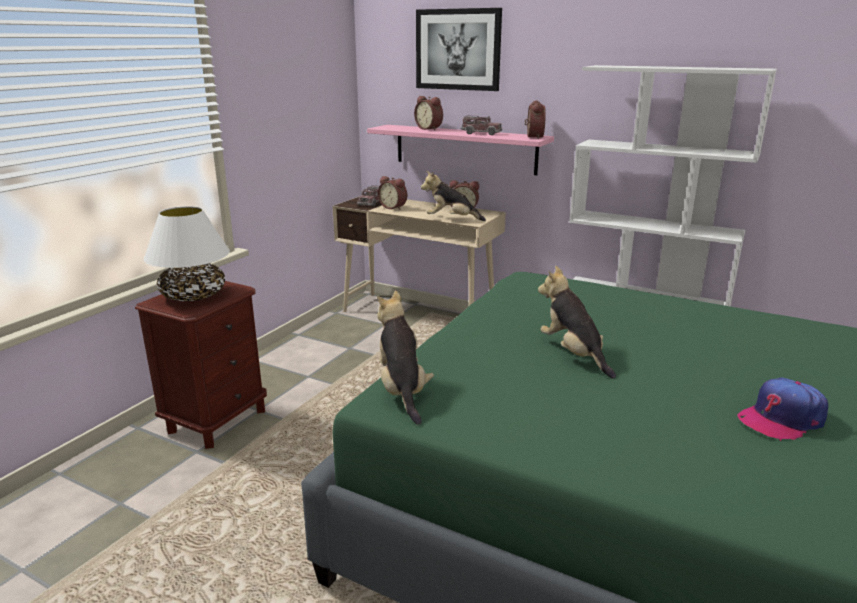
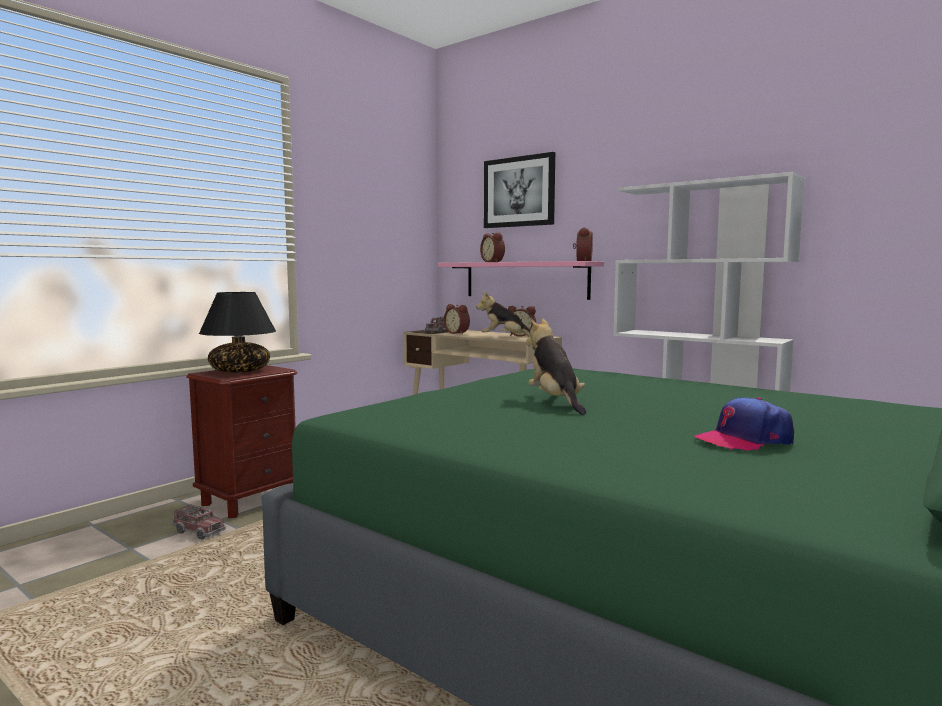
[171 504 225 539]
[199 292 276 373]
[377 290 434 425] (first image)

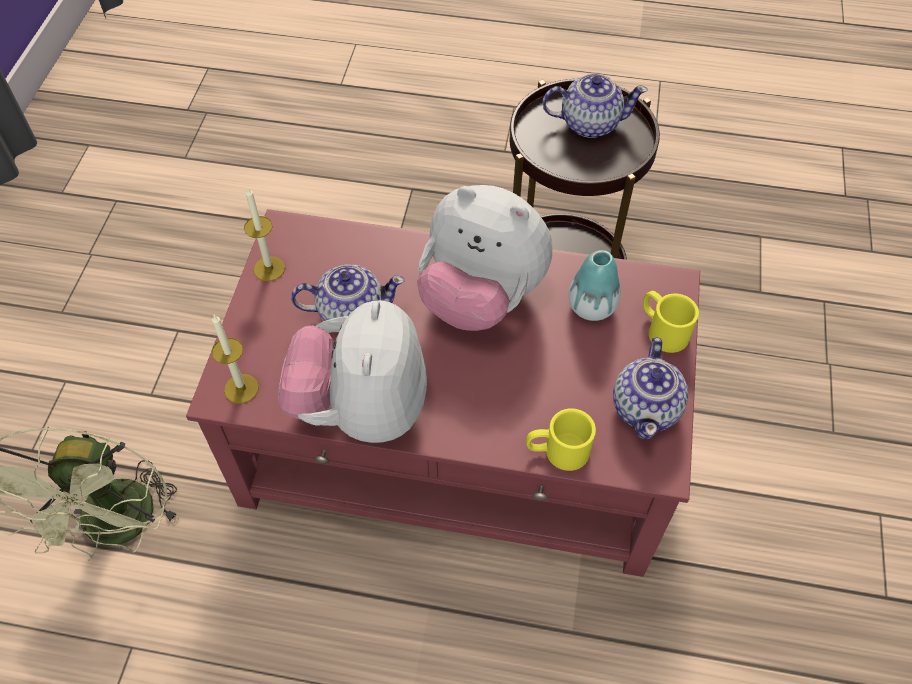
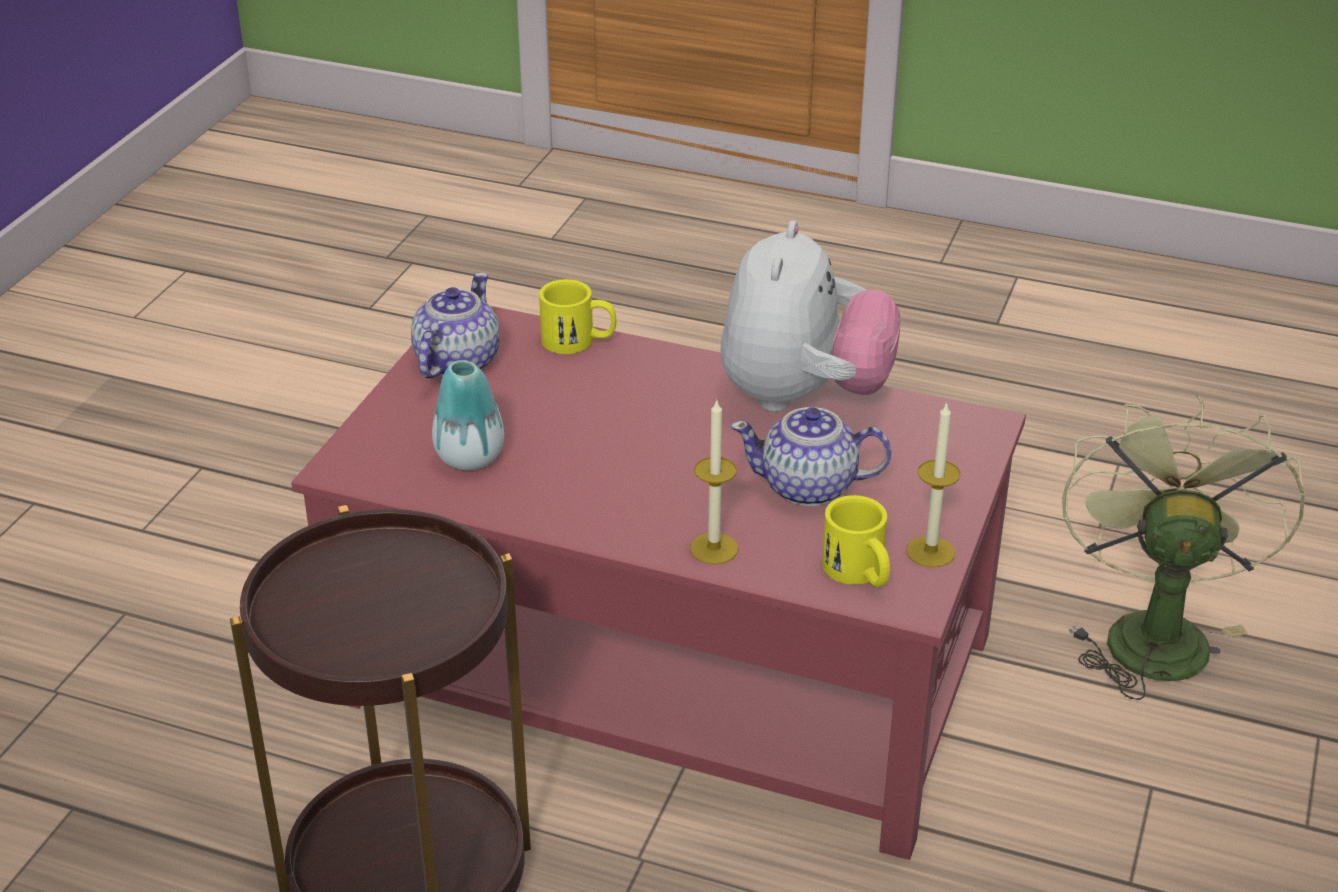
[690 399 738 564]
[822 495 890 587]
[417 185 552 331] (first image)
[542 73 648 138] (first image)

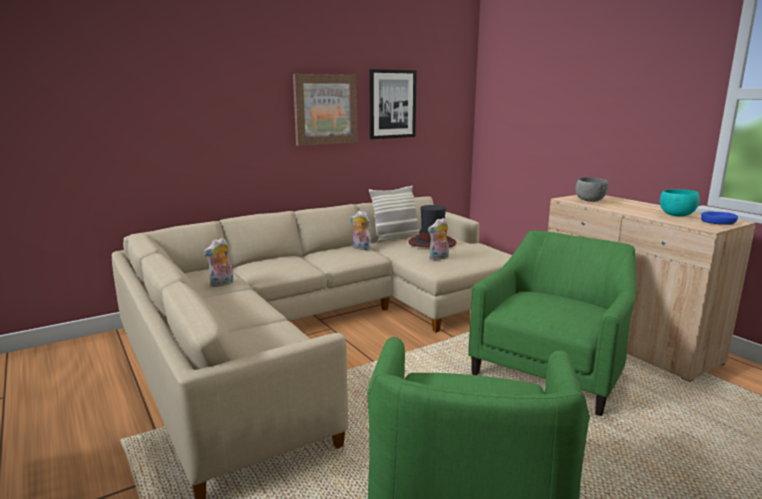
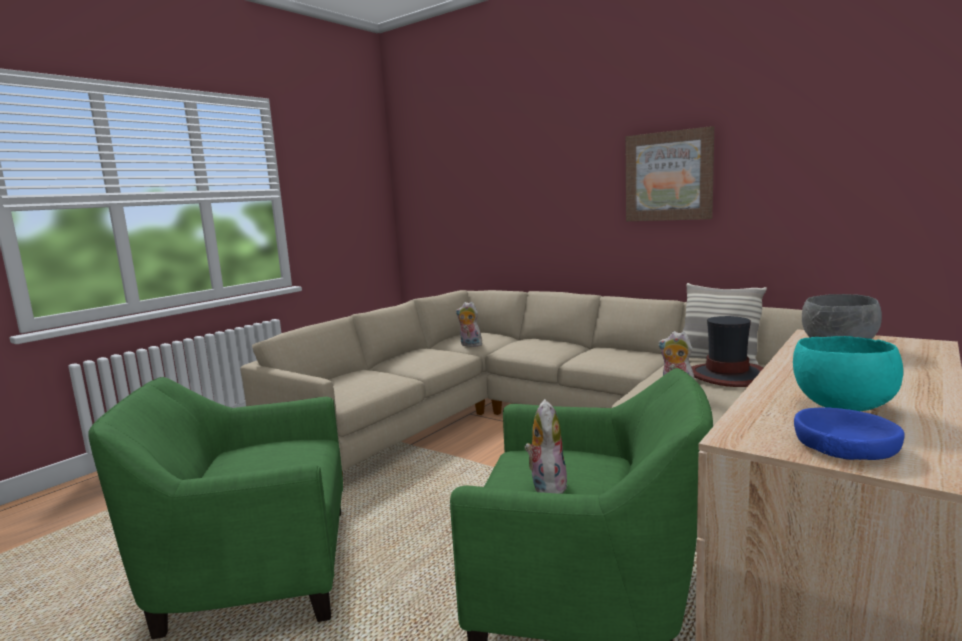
[525 399 568 494]
[369 69 417 139] (first image)

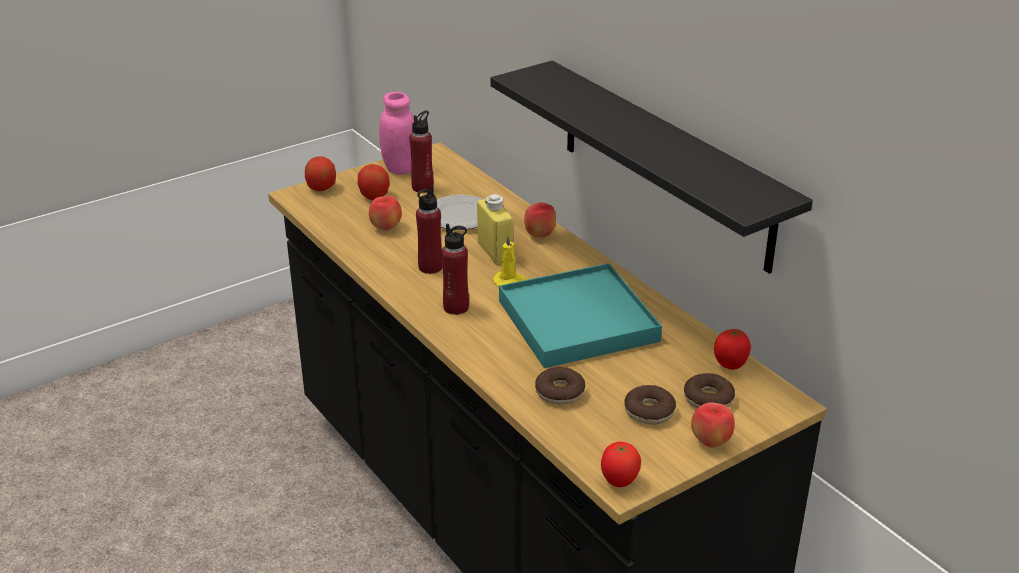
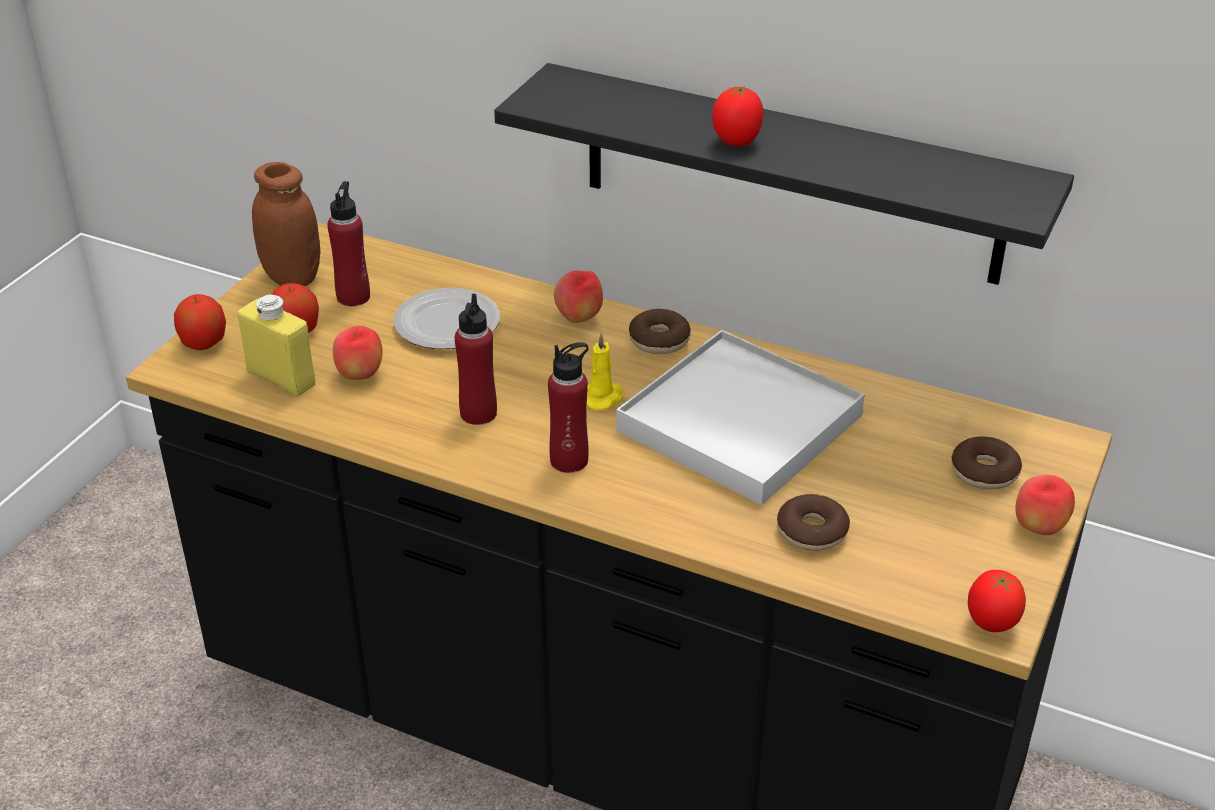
[237 294 315 396]
[252 162 320 286]
[616 330 865 505]
[629 309 691 354]
[712 85 764 146]

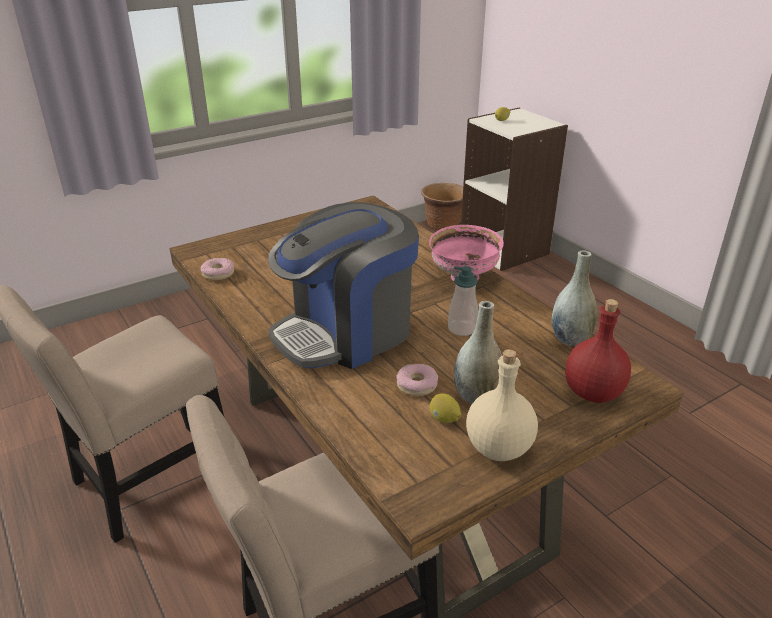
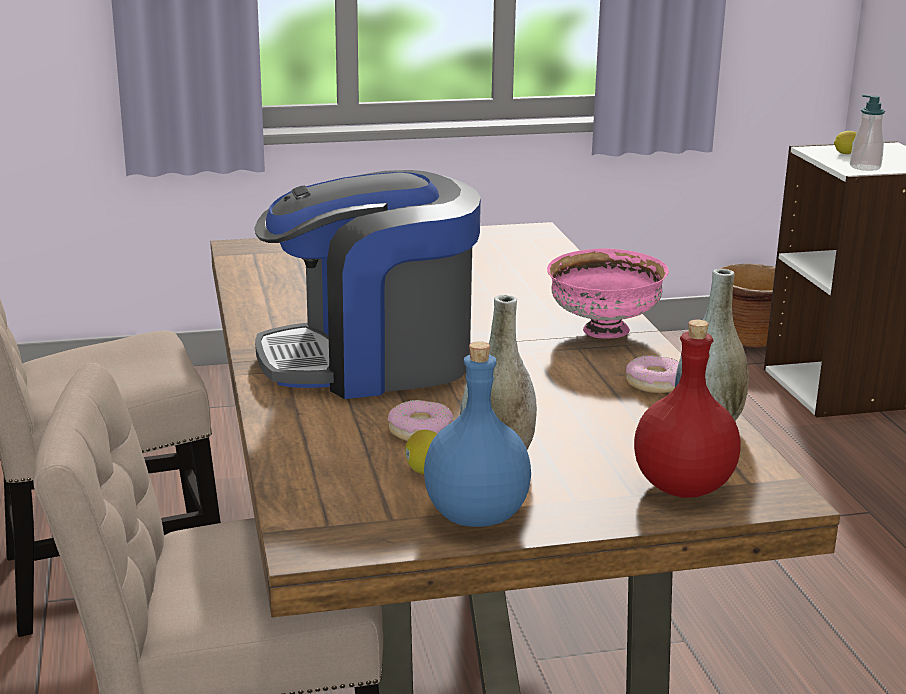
[424 341 531 527]
[626 355 679 393]
[850 95 885 171]

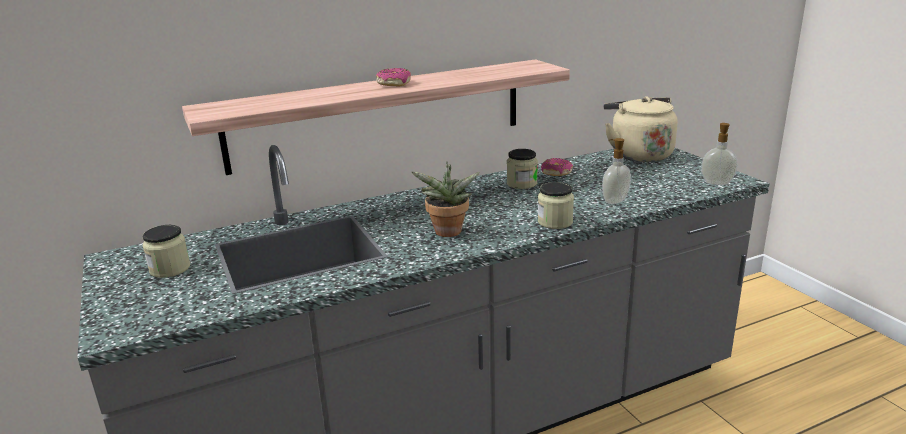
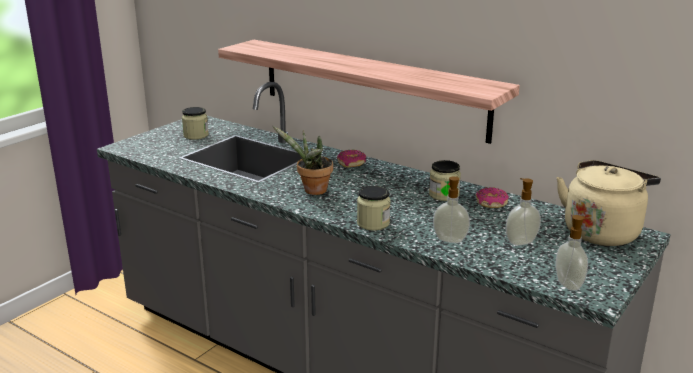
[337 150 366 168]
[506 178 541 246]

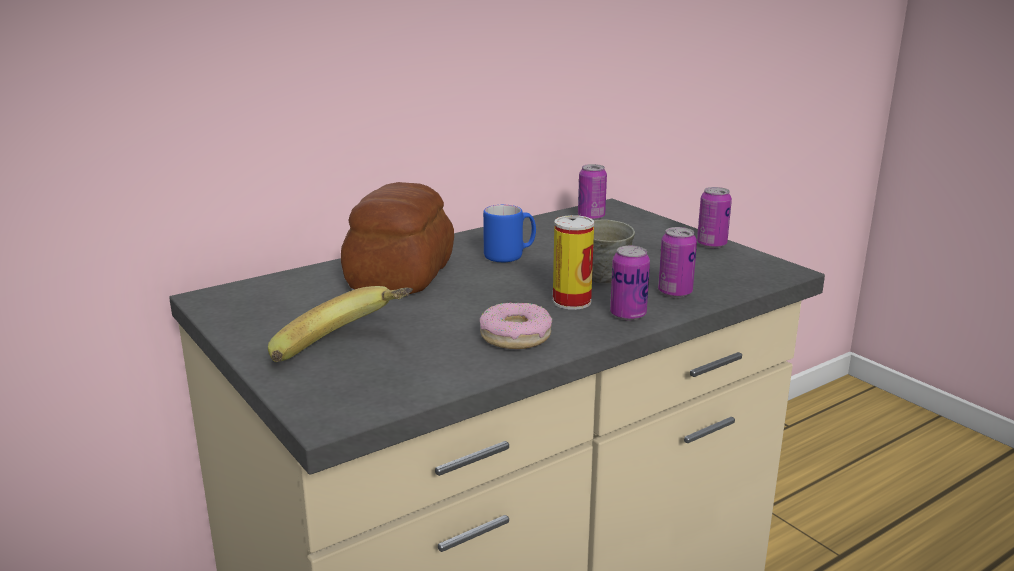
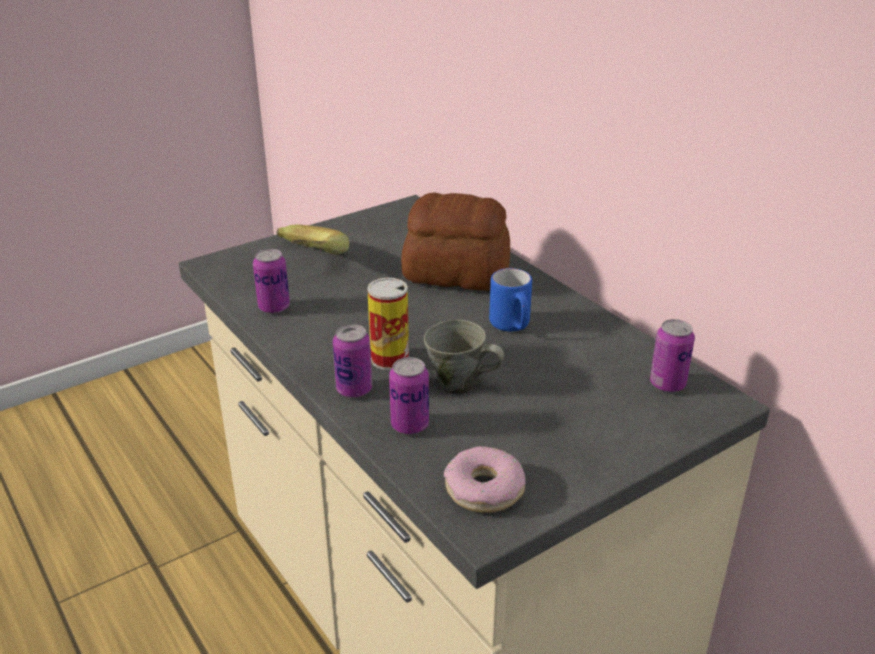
[253 249 290 314]
[444 446 526 513]

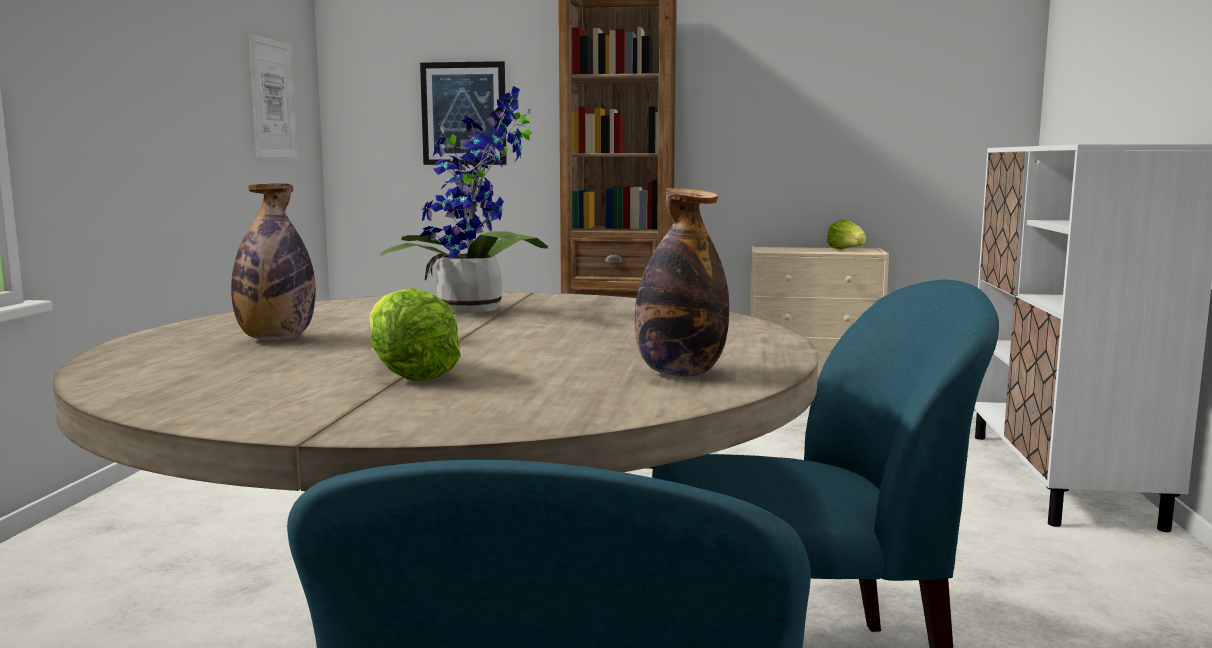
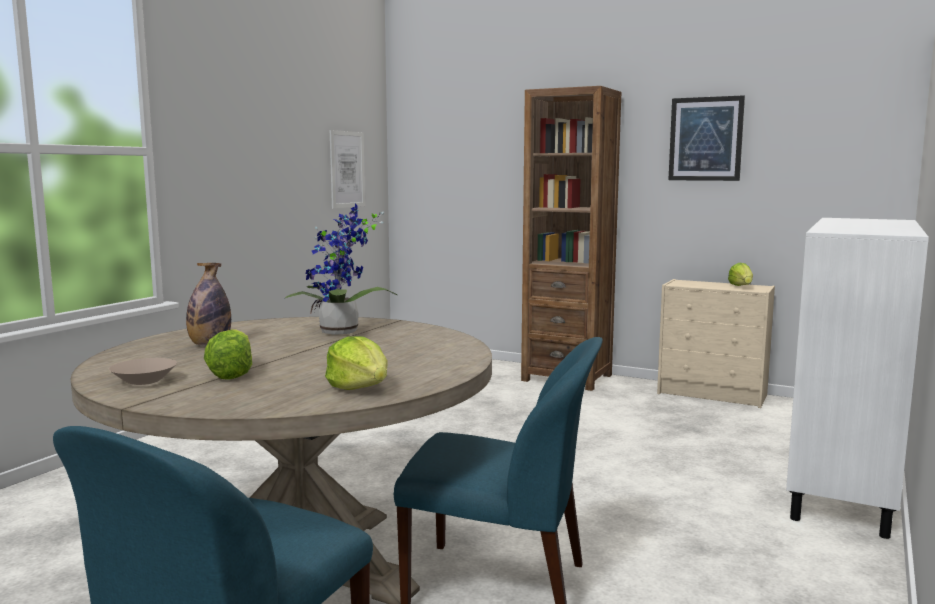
[109 358 177 385]
[325 336 388 390]
[668 95 745 181]

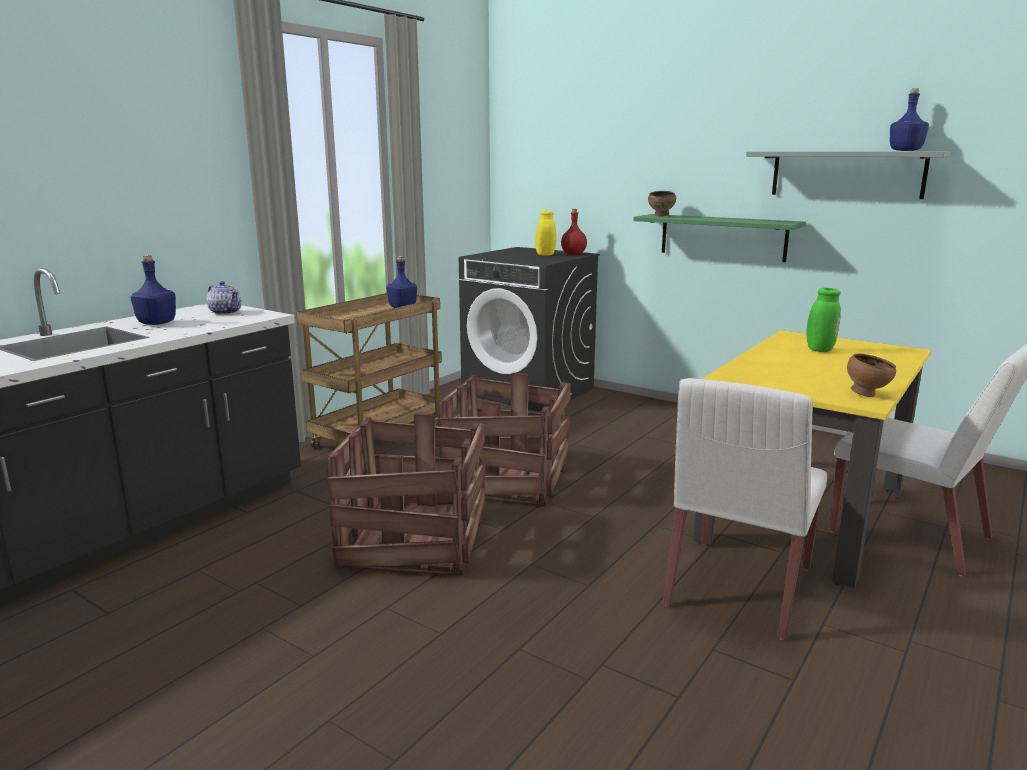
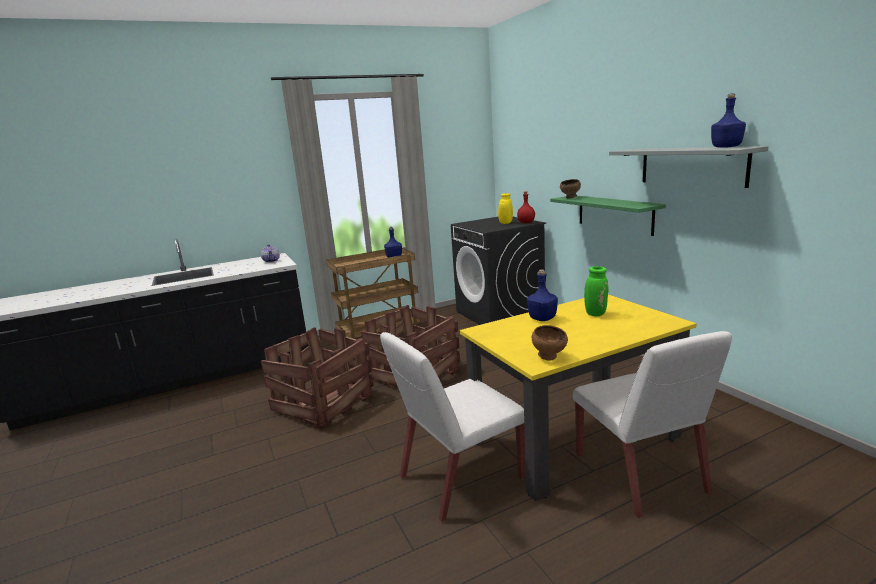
[527 270 558 321]

